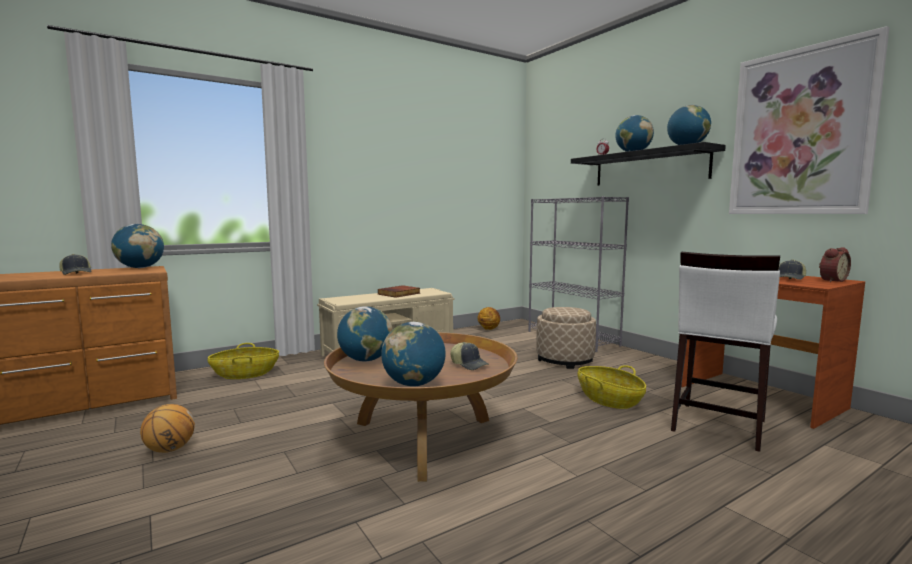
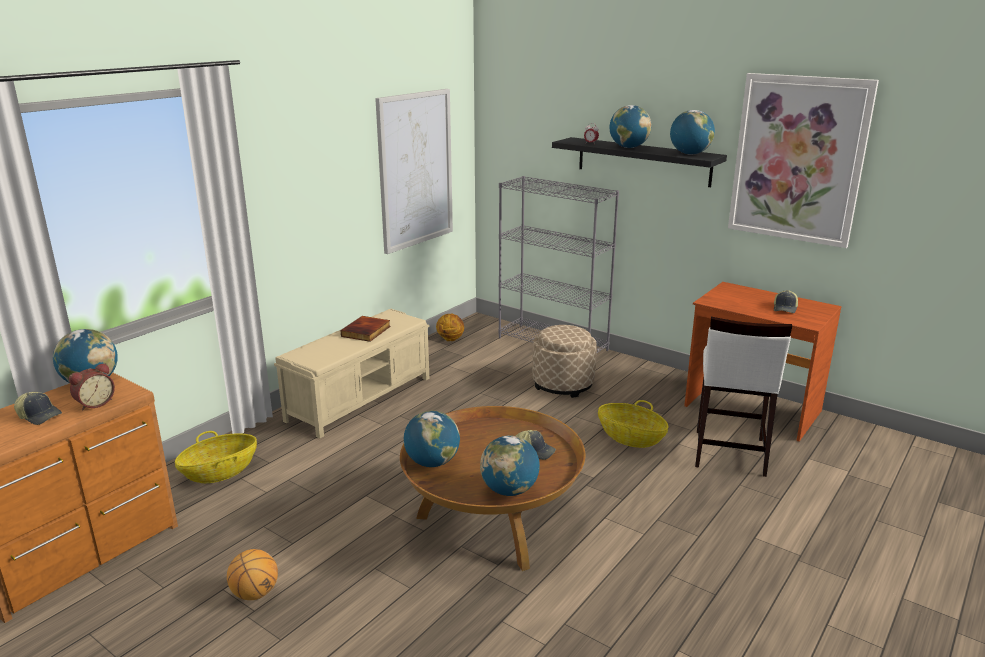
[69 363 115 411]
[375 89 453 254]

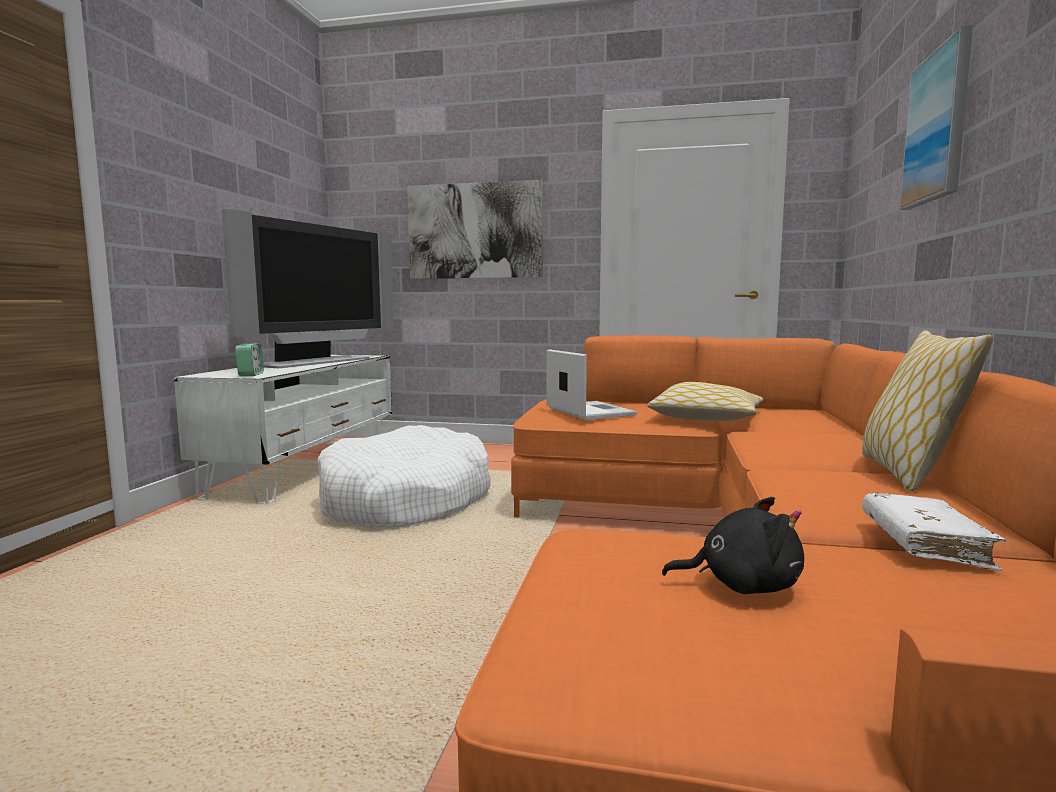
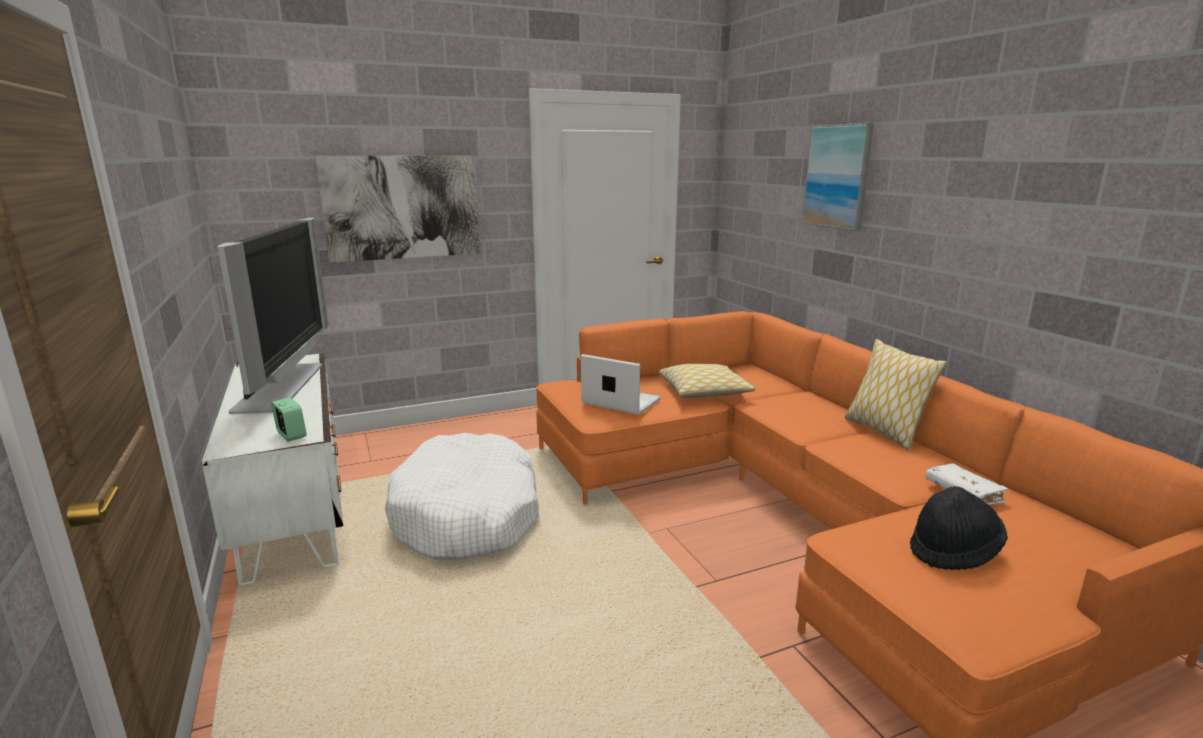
[910 486 1008 570]

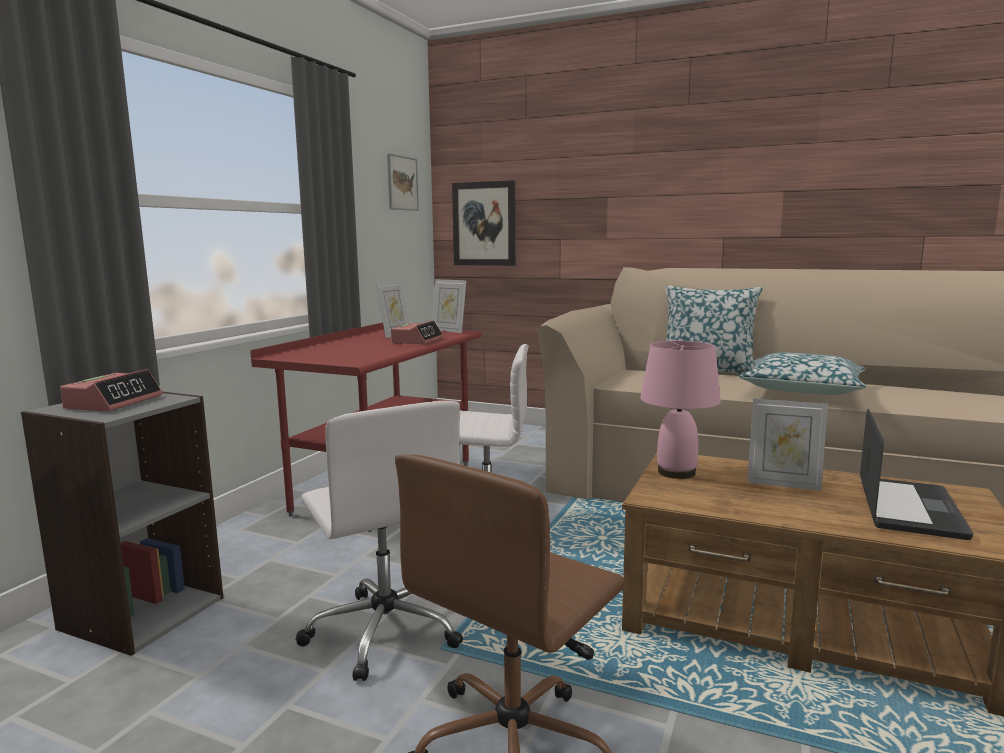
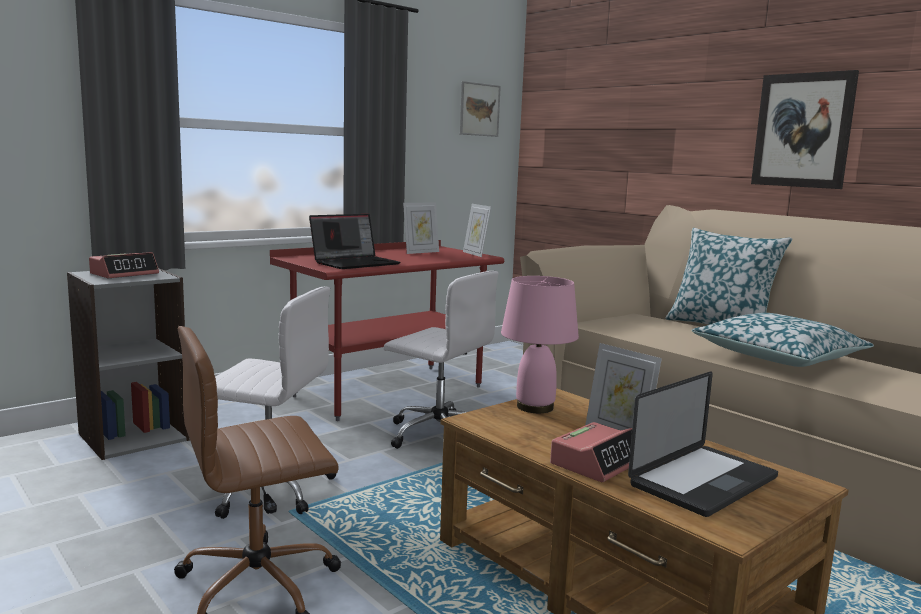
[215 286 336 519]
[309 214 400 269]
[550 422 632 482]
[751 70 859 189]

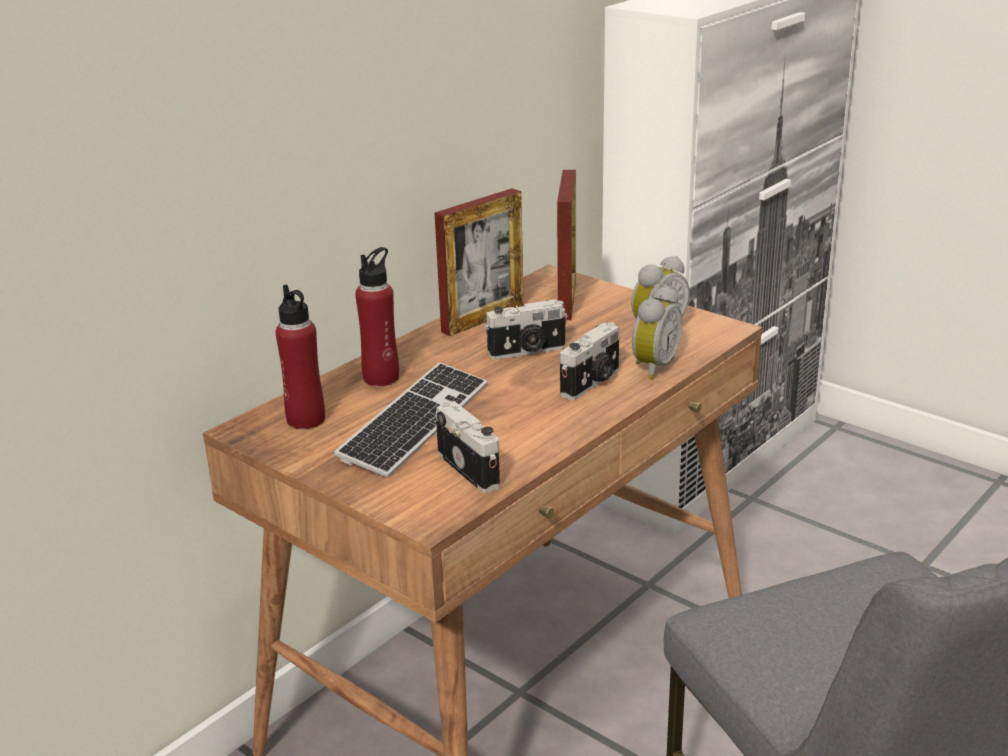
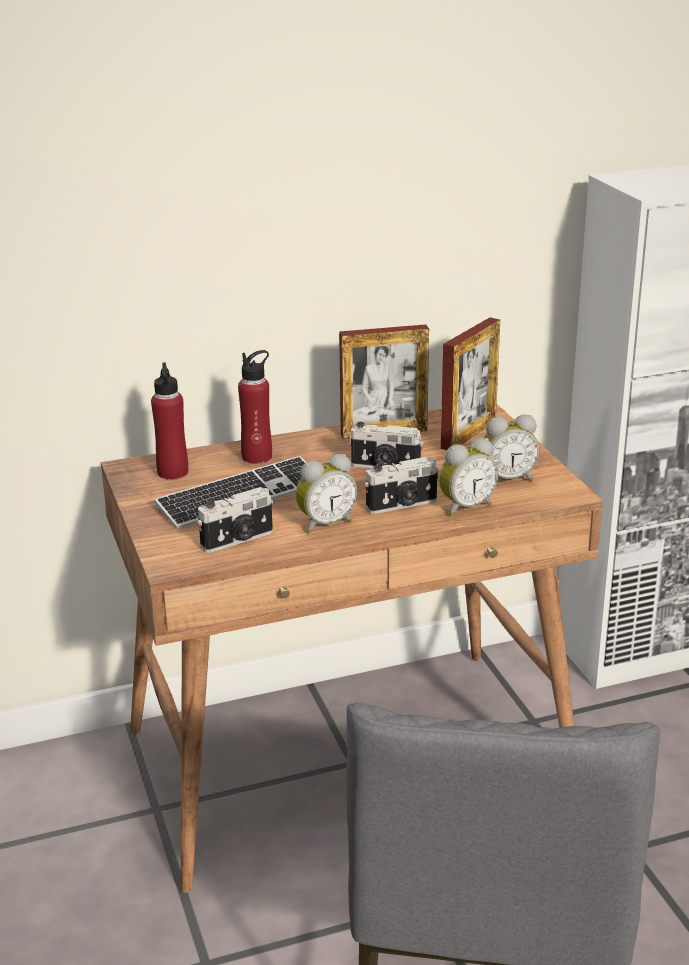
[197 487 273 553]
[296 454 357 534]

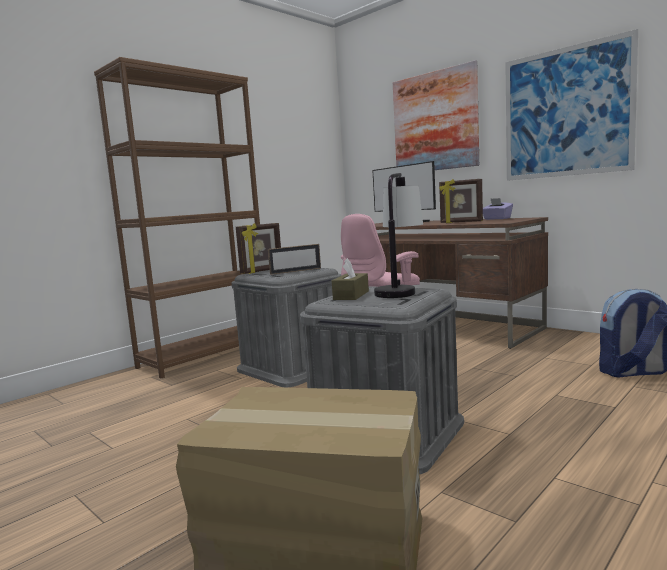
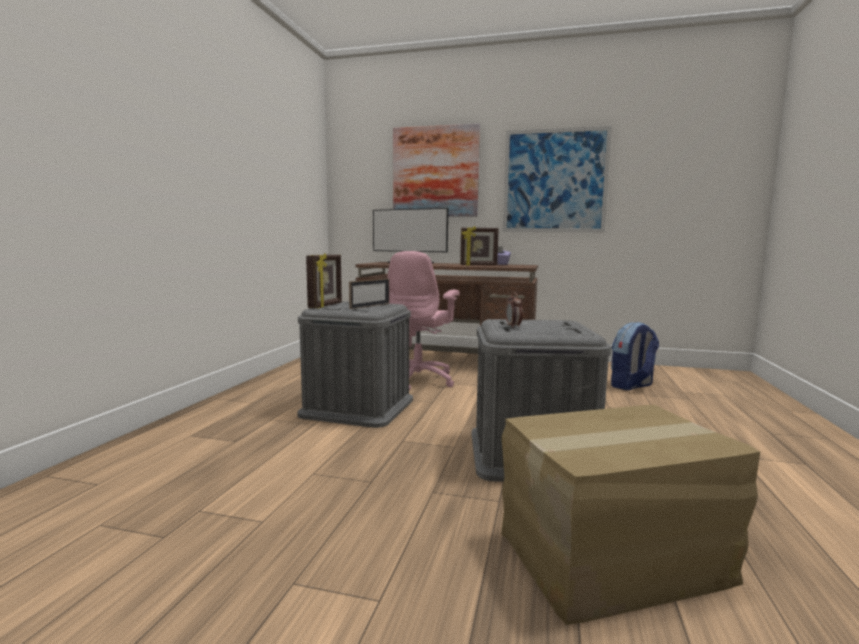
[506 292 523 328]
[94 57 260 378] (first image)
[374 173 423 298] (first image)

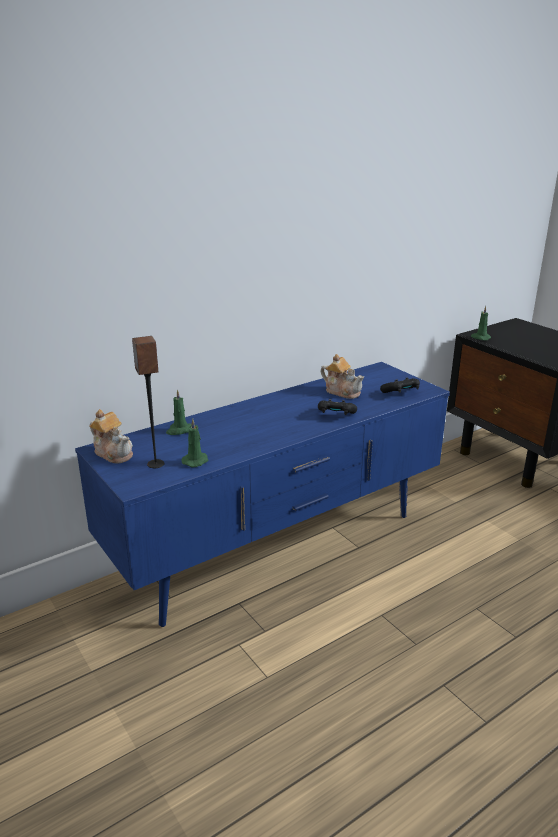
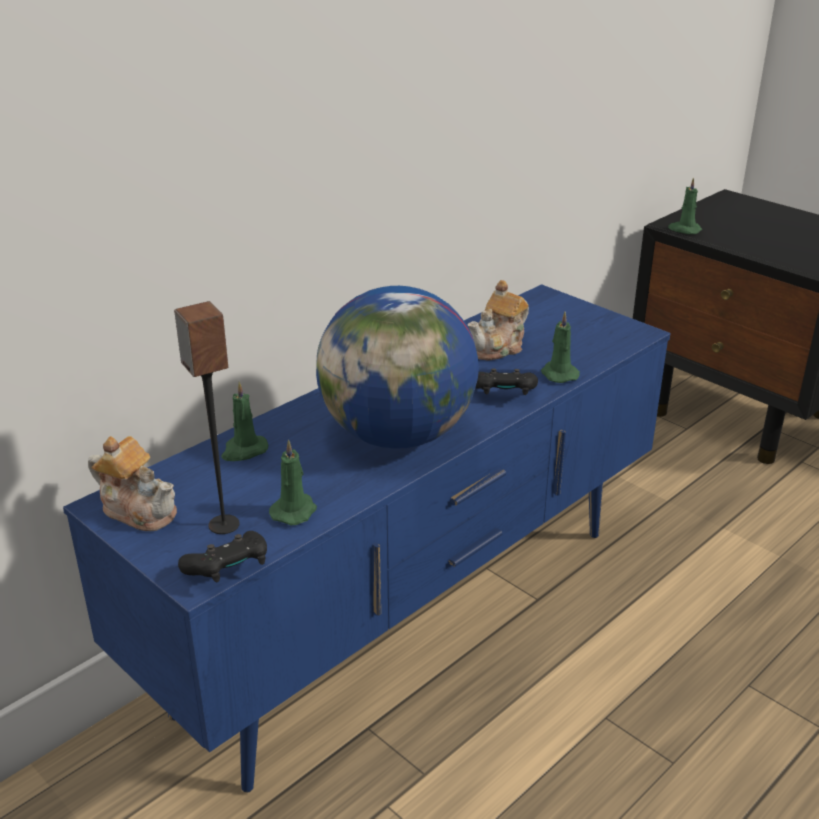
[178 531 267 582]
[316 286 479 449]
[467 280 529 361]
[541 312 580 383]

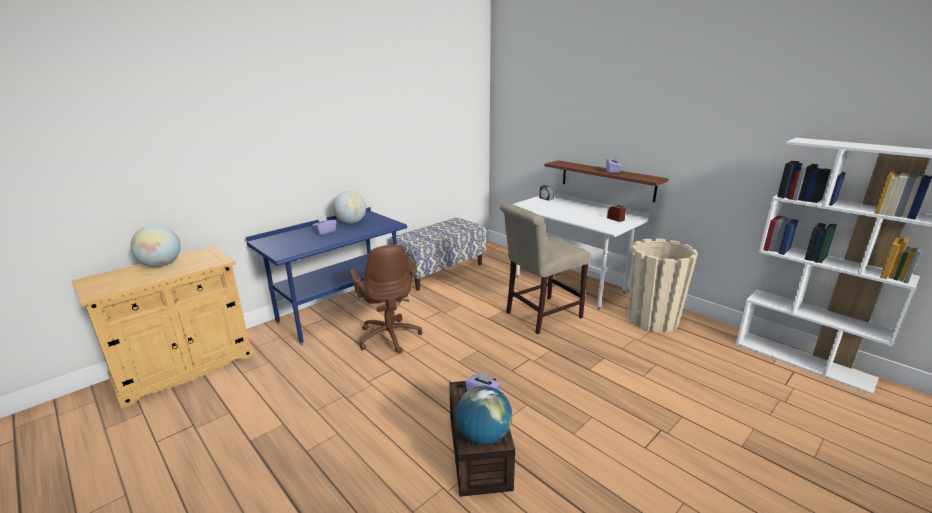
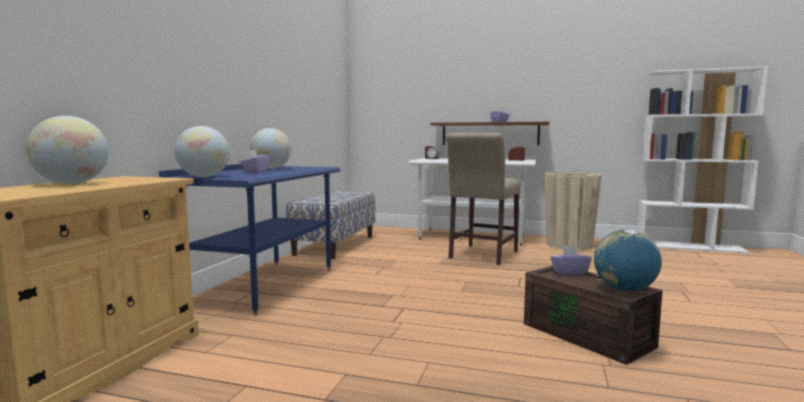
[175 126 230 177]
[349 244 422 354] (first image)

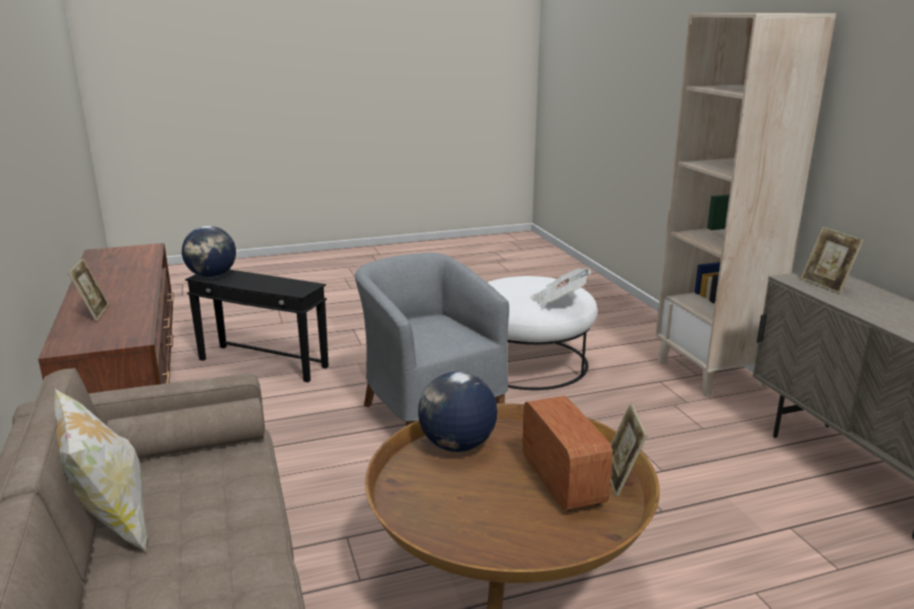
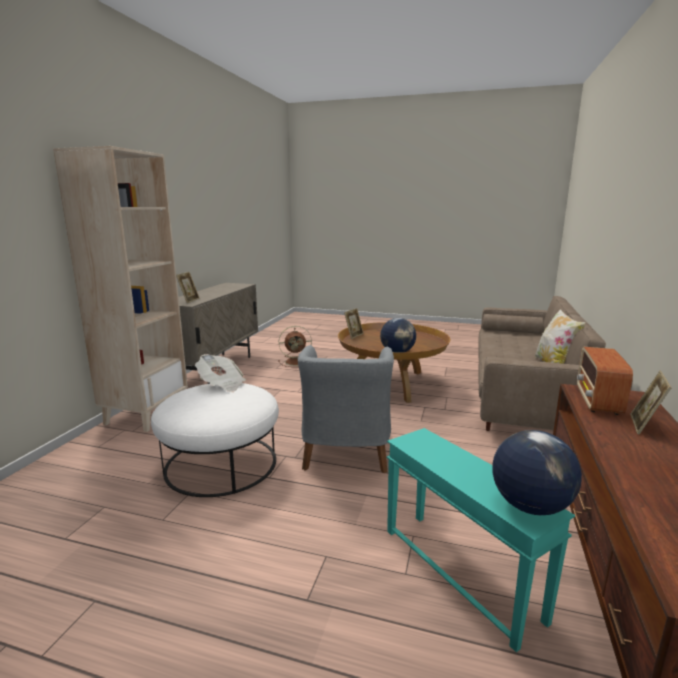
[278 326 312 367]
[387 428 575 652]
[577 346 633 415]

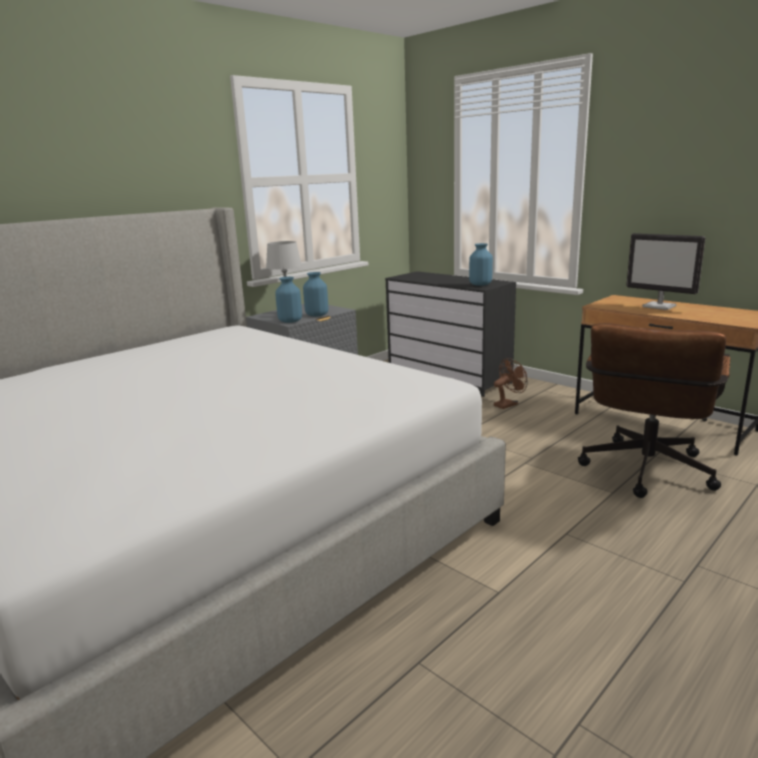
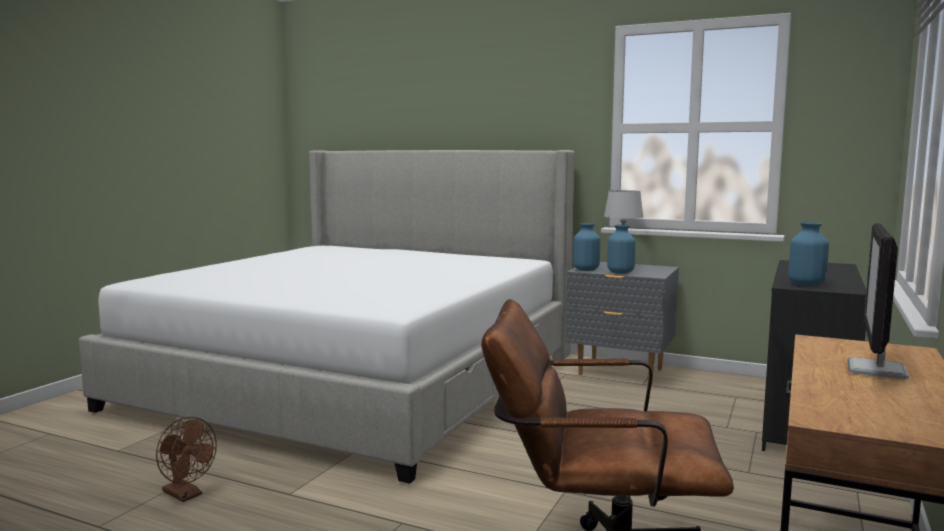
[156 417 217 502]

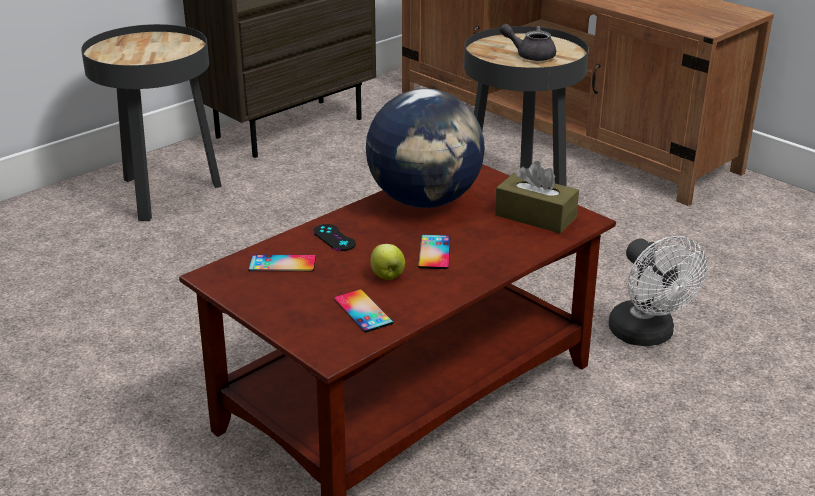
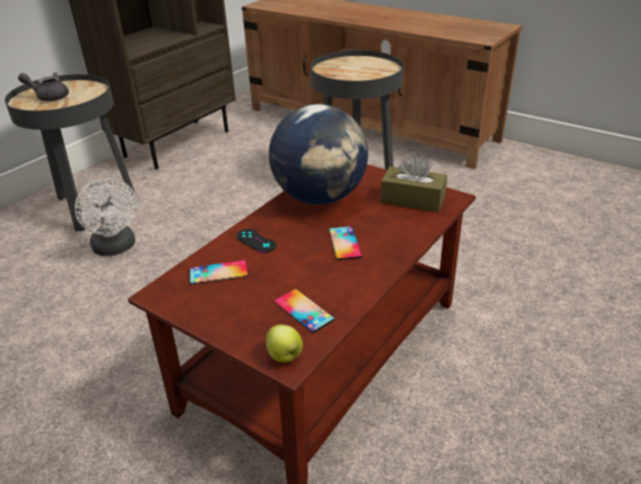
[18 72 69 101]
[75 178 137 256]
[266 324 303 363]

